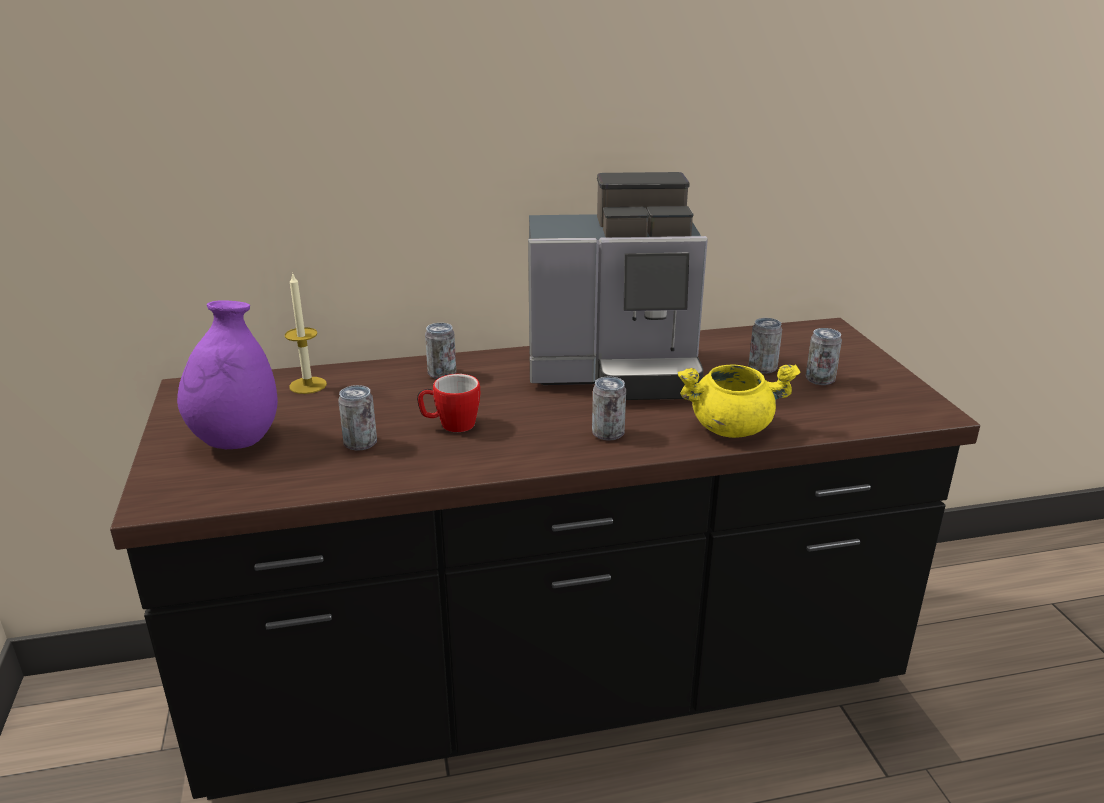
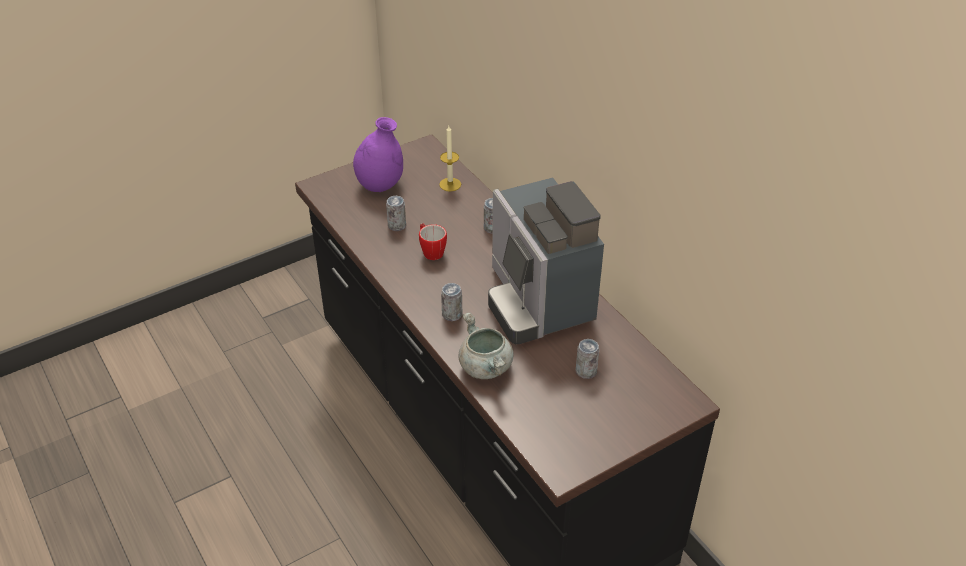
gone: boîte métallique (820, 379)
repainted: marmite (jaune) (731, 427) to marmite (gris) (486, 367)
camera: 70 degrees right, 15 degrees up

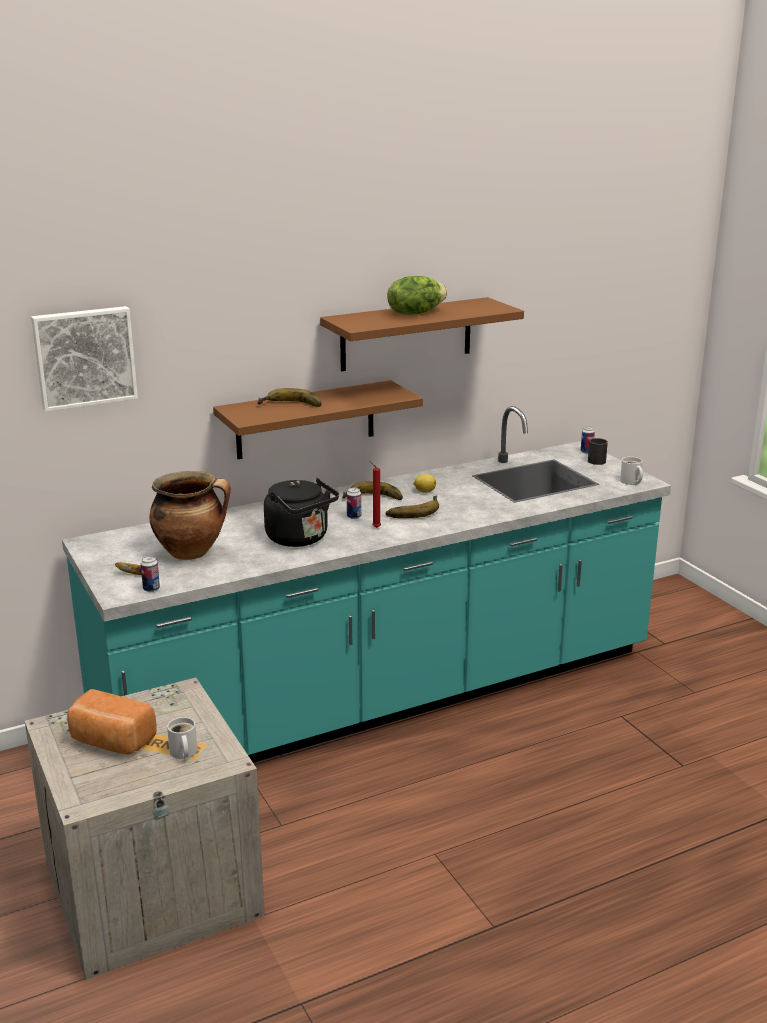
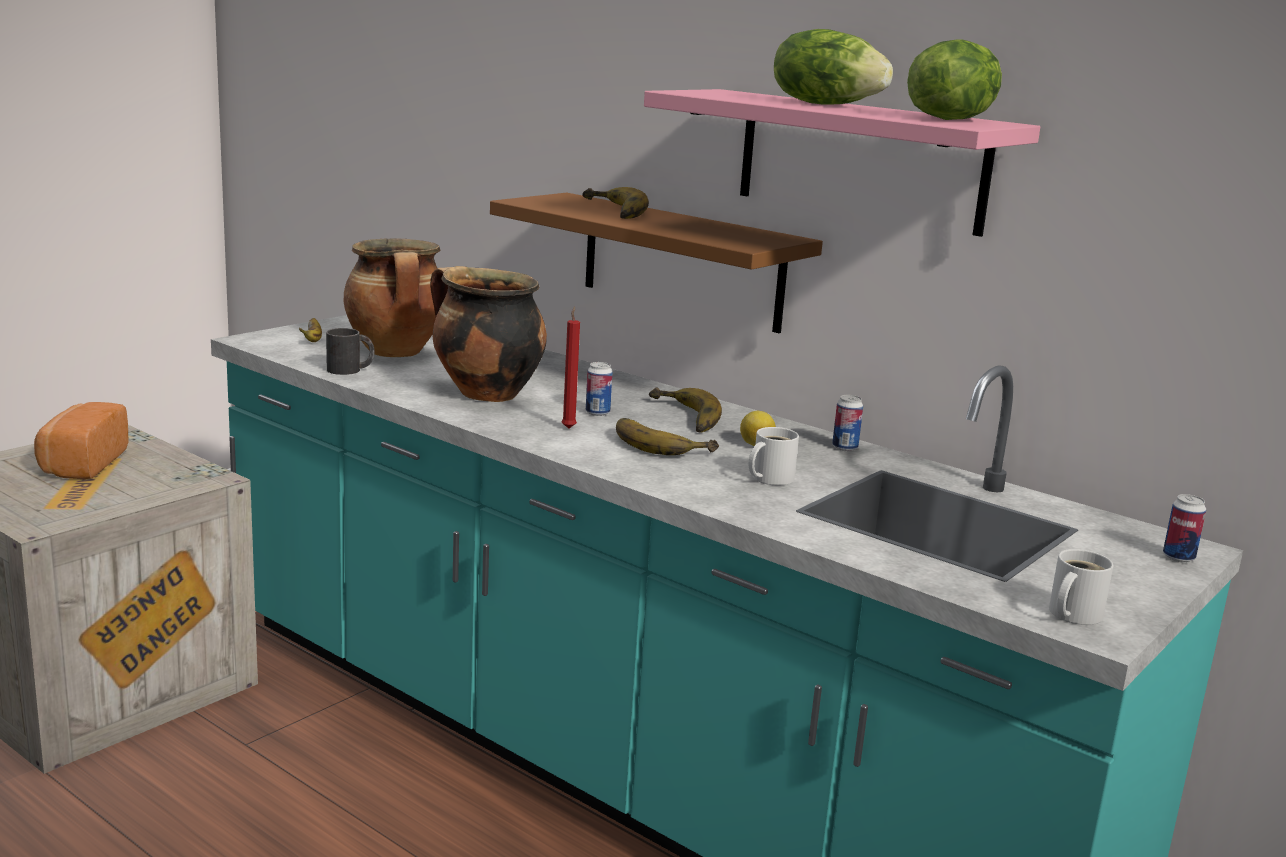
gone: tableau (84, 357)
new: laitue (951, 119)
shifted: mug (noir) (597, 460) to (350, 370); boîte métallique (151, 589) to (844, 448); mug (blanc) (182, 752) to (768, 478)
swapped: bouilloire (noir) (300, 539) to marmite (484, 394)
repainted: étagère (marron) (406, 334) to étagère (rose) (860, 160)
camera: 65 degrees right, 5 degrees down

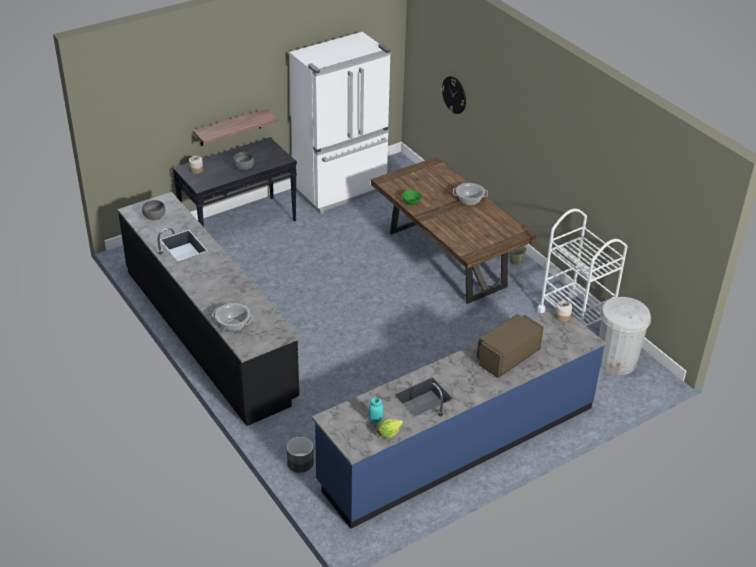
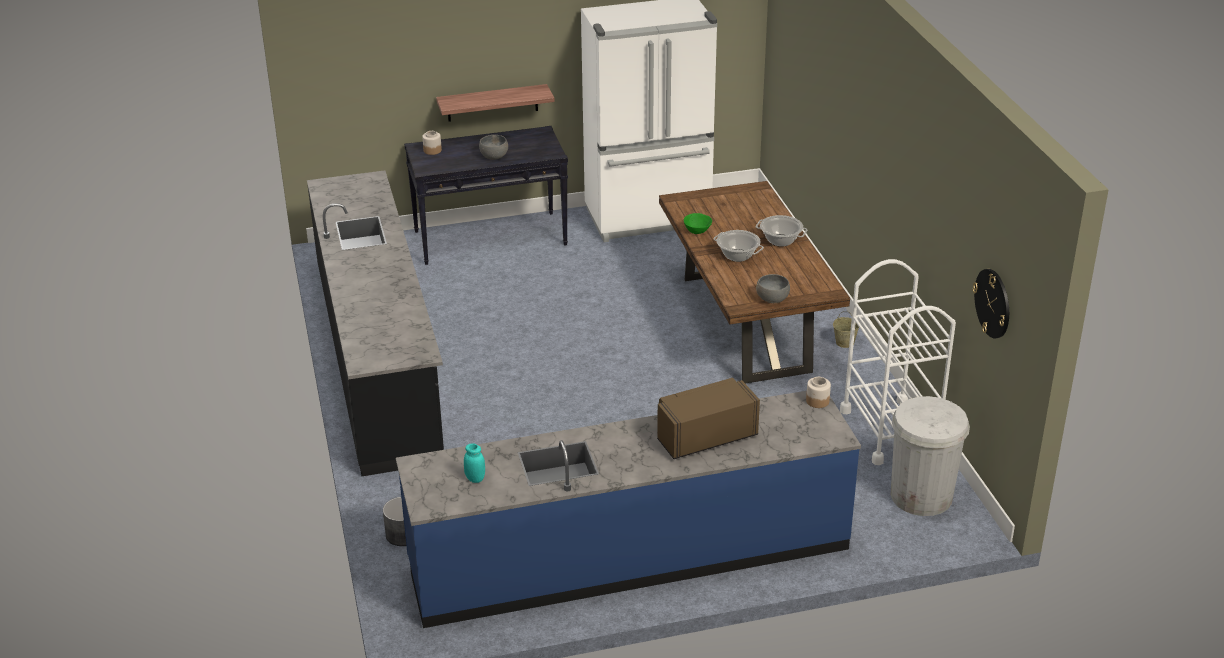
gone: laitue (388, 433)
shifted: horloge murale (454, 95) to (993, 303); bol (gris) (154, 217) to (772, 299); marmite (233, 324) to (738, 255)
camera: 20 degrees right, 5 degrees down

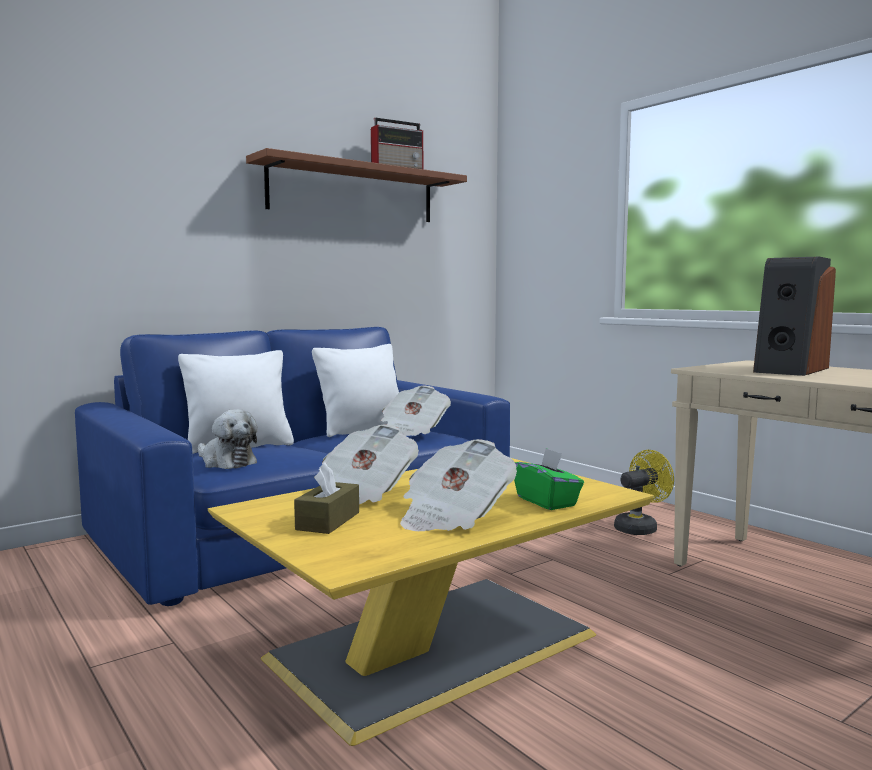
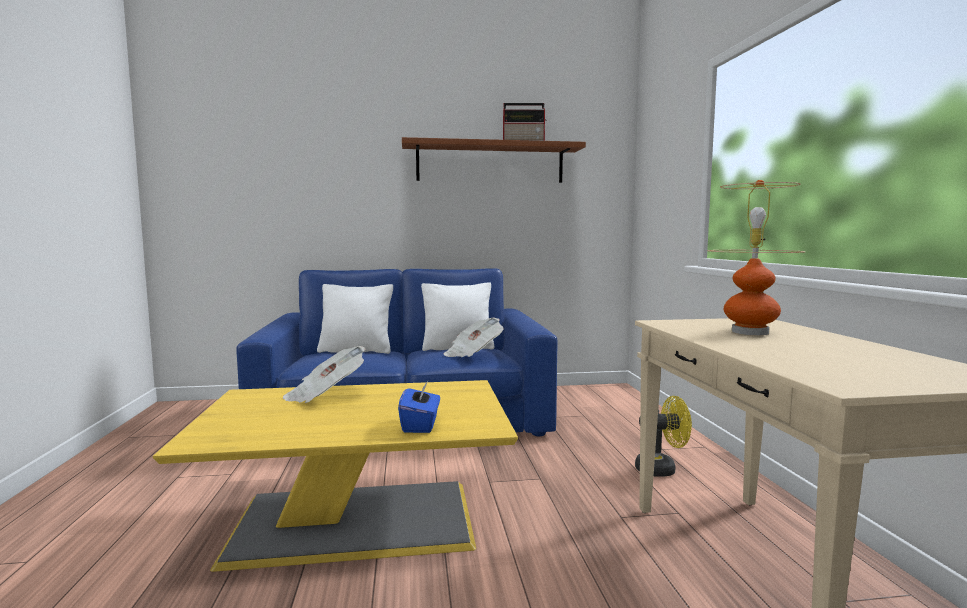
gone: peluche (226, 462); journal (453, 517); boîte à mouchoirs (marron) (328, 521)
swapped: enceinte (789, 370) to lampe de table (750, 332)
repainted: boîte à mouchoirs (vert) (547, 501) to boîte à mouchoirs (bleu) (420, 425)
camera: 30 degrees right, 0 degrees up

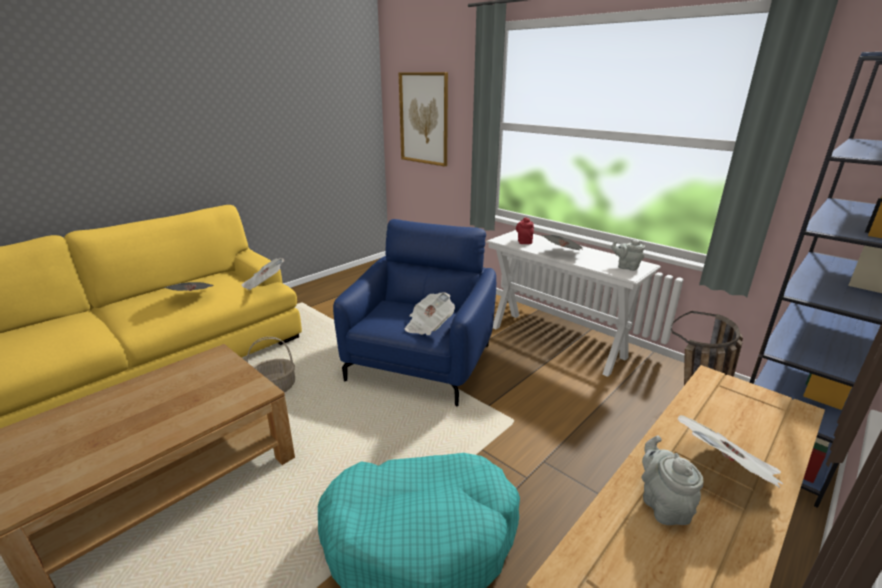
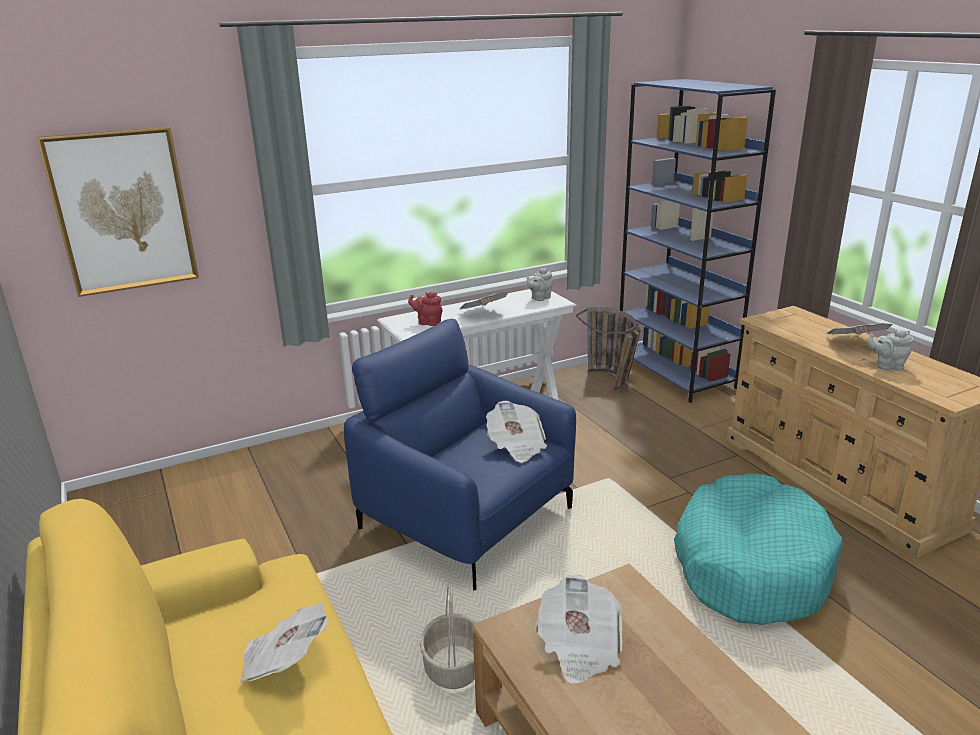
shifted: journal (264, 284) to (579, 647)
camera: 70 degrees left, 0 degrees up

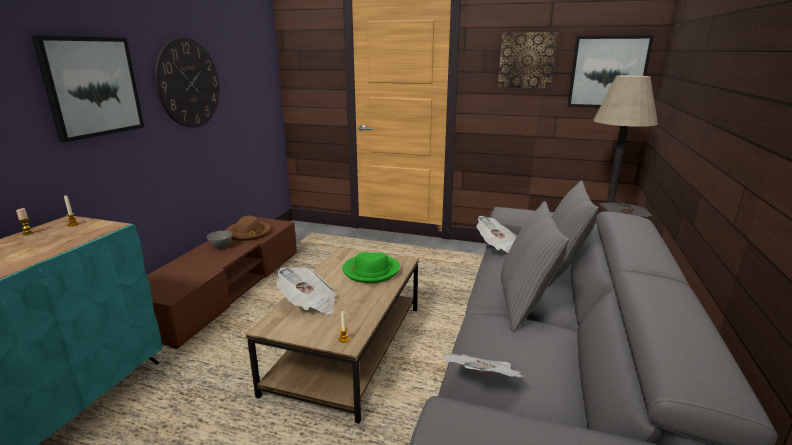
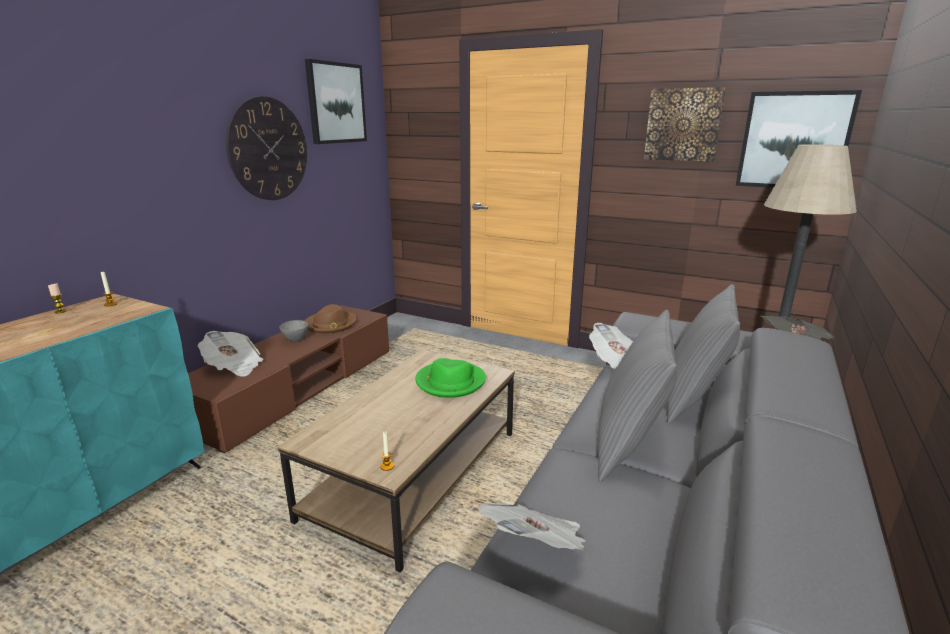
shifted: tableau (92, 87) to (336, 103); journal (309, 304) to (233, 367)
camera: 10 degrees right, 0 degrees up

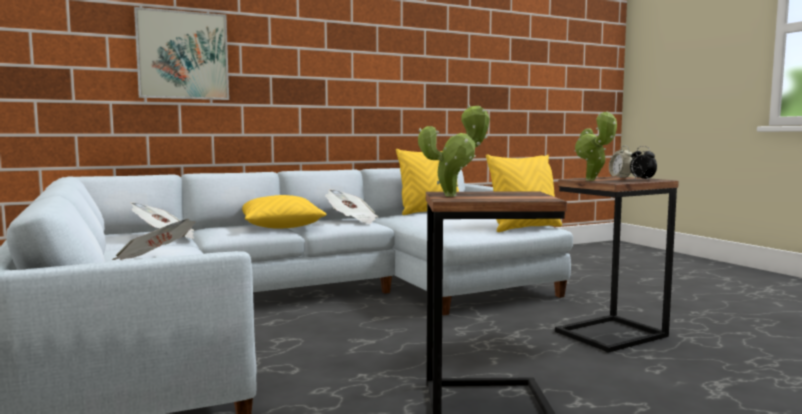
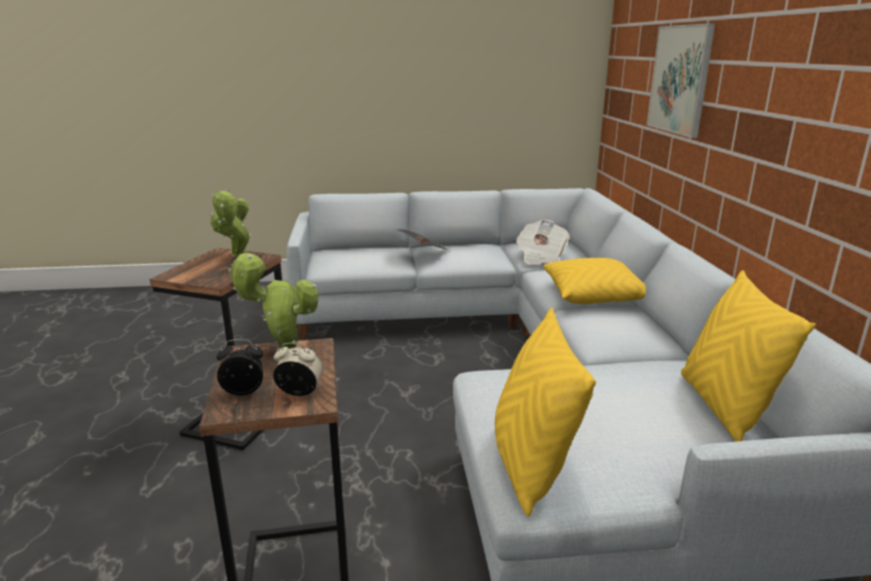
gone: journal (352, 221)
camera: 110 degrees right, 15 degrees up

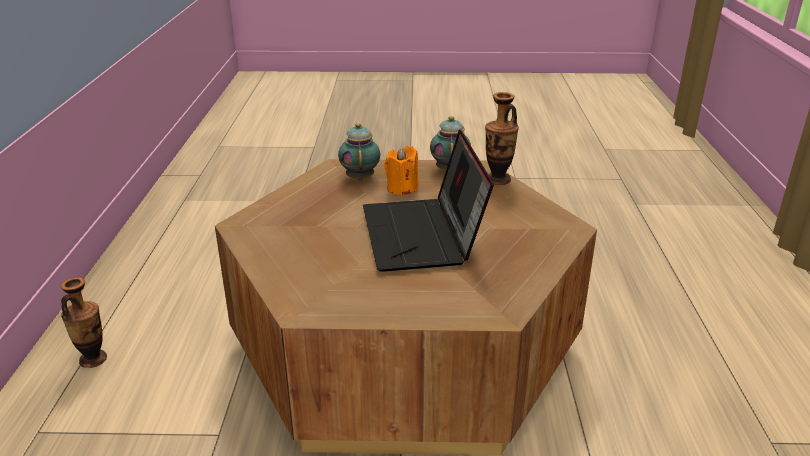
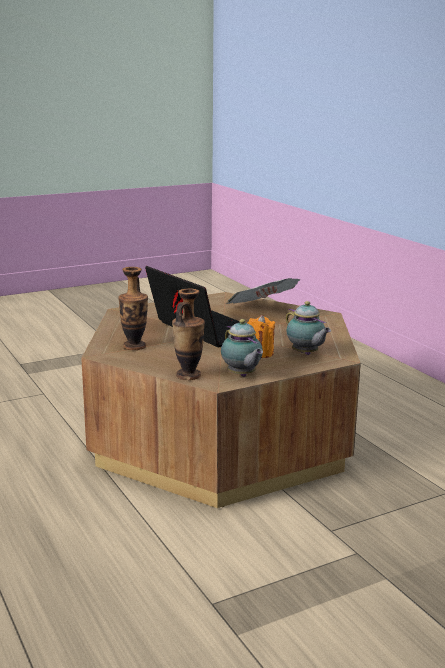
new: journal (261, 311)
shifted: vase (93, 359) to (134, 346)
camera: 150 degrees right, 10 degrees down

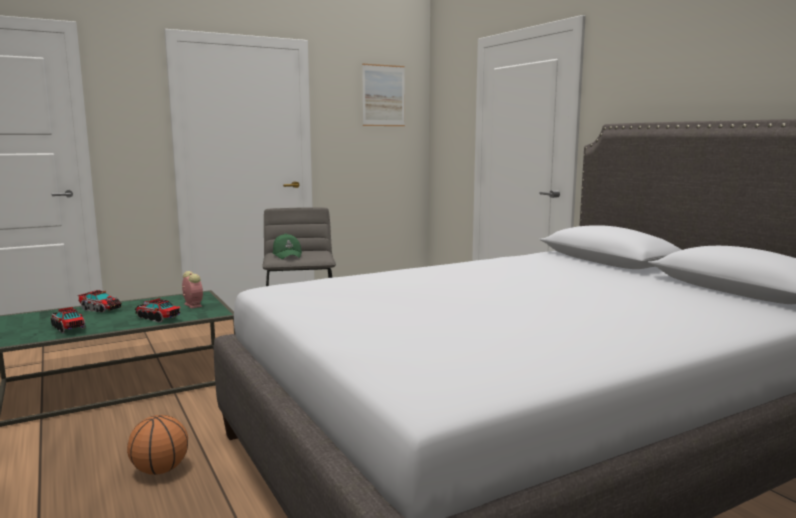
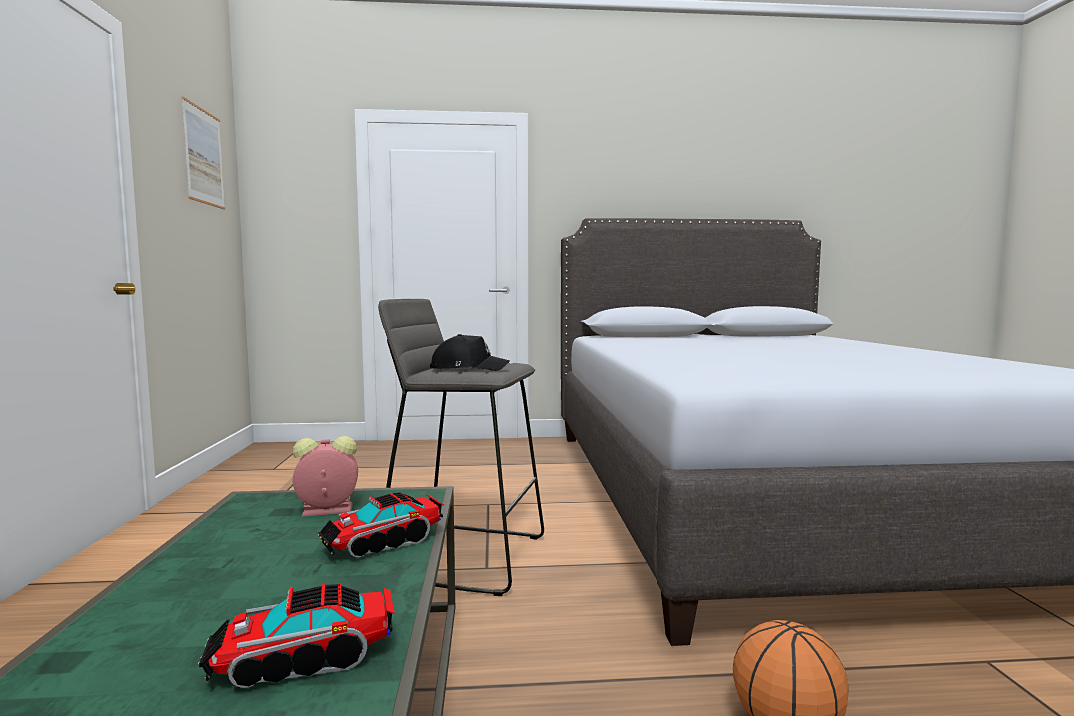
gone: camion jouet (100, 309)
repainted: casquette (vert) (287, 255) to casquette (noir) (468, 368)
camera: 65 degrees left, 5 degrees down

